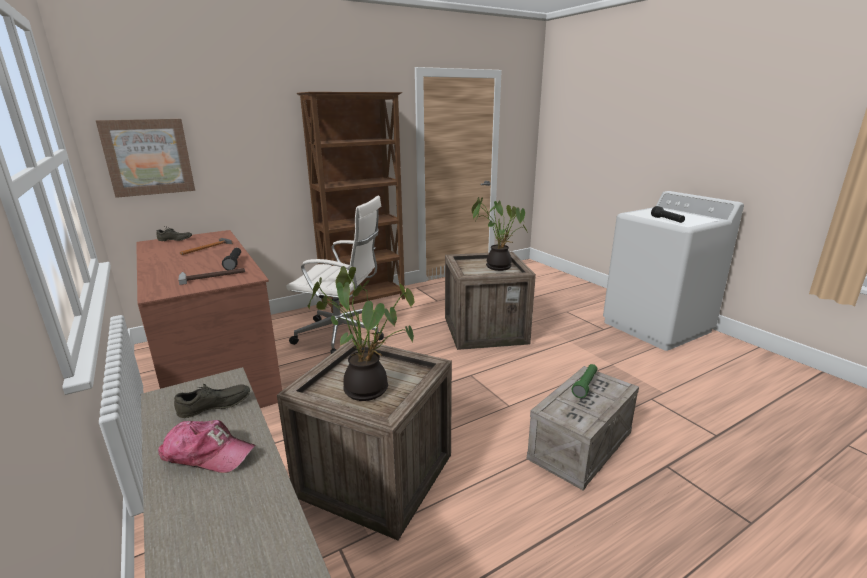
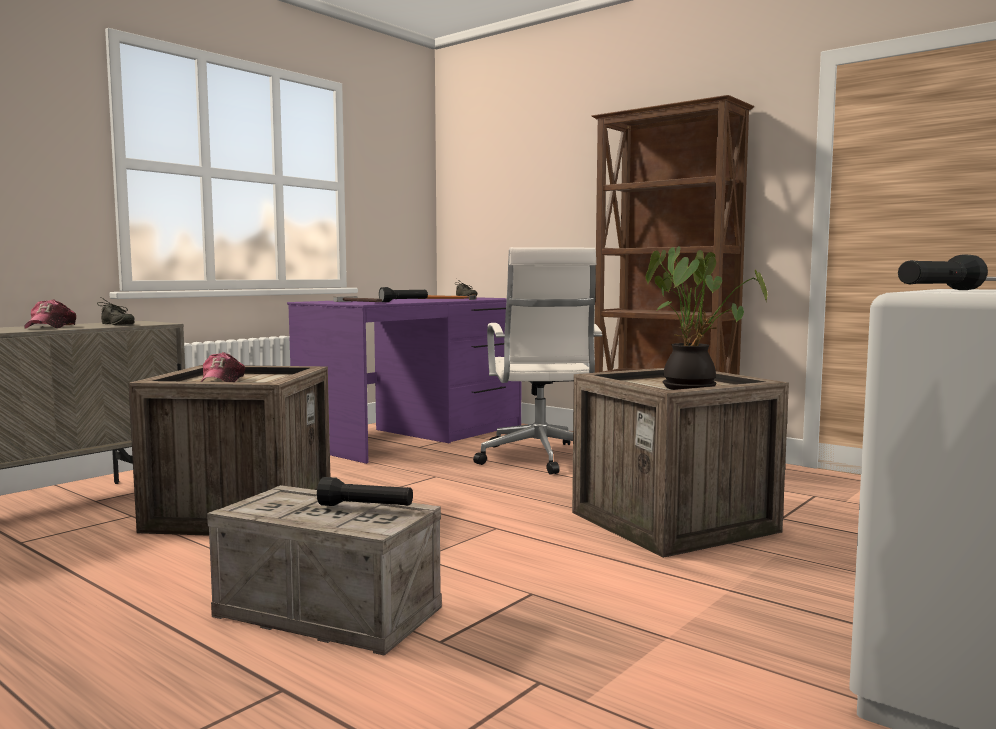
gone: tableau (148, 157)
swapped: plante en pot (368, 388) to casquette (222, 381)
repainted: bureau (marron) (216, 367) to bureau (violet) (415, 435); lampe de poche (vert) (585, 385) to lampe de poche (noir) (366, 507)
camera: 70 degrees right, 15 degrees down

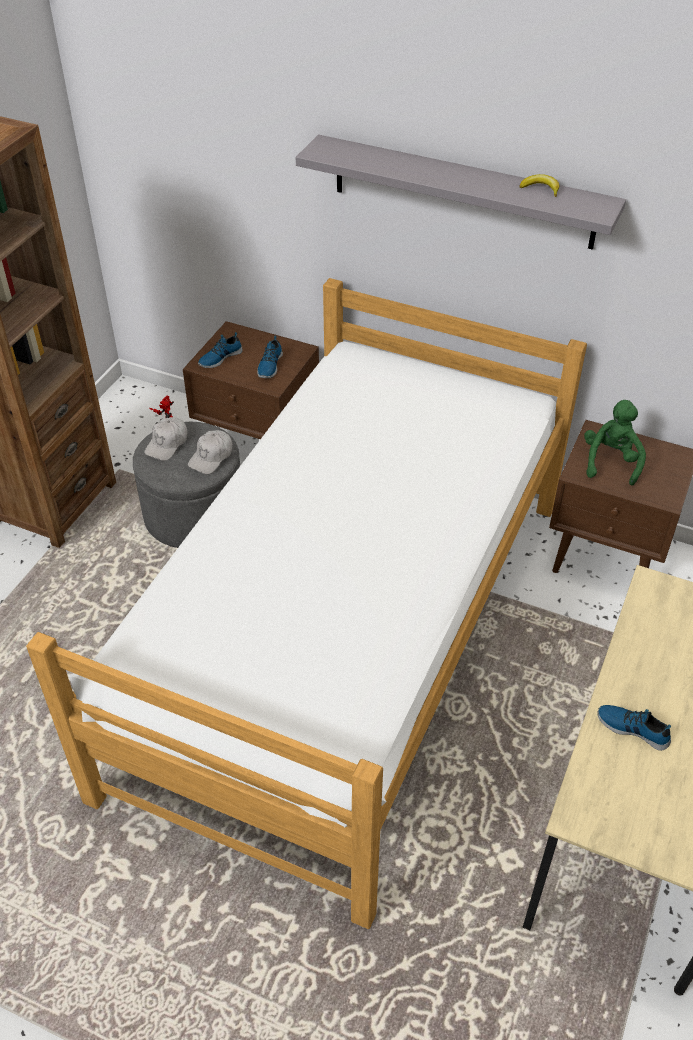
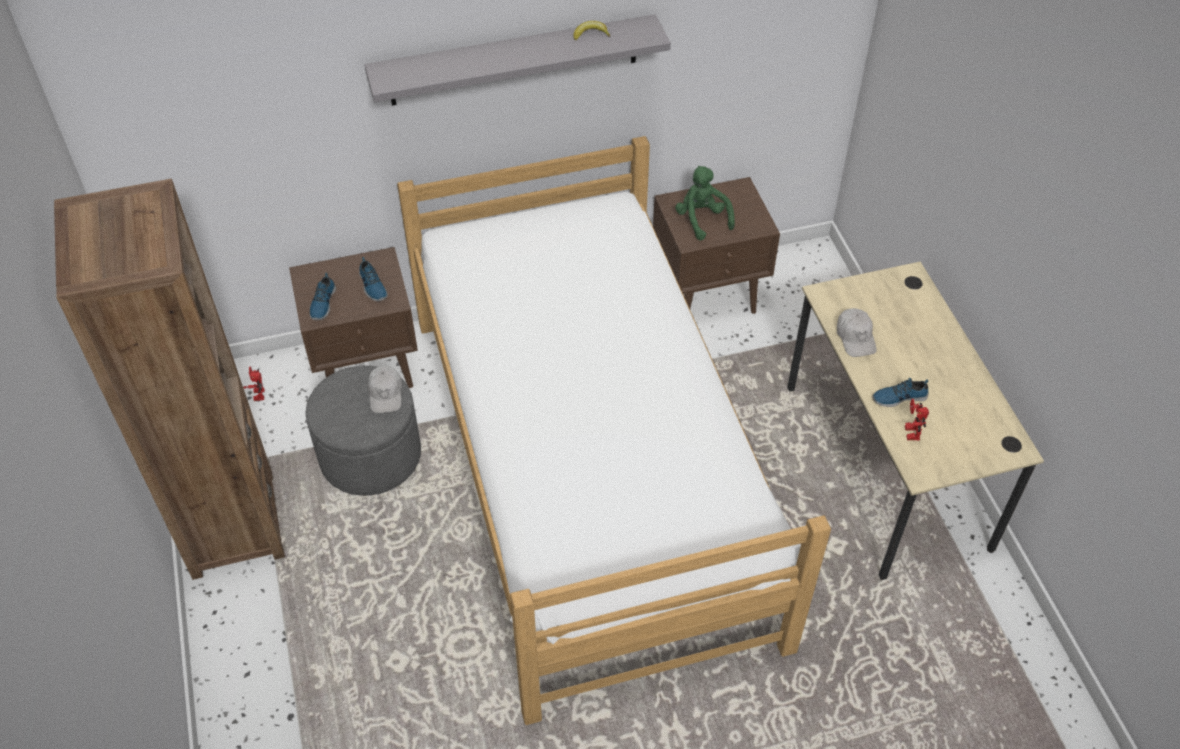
new: robot jouet (909, 431)
shifted: casquette (blanc) (167, 444) to (855, 337)
camera: 40 degrees left, 5 degrees up

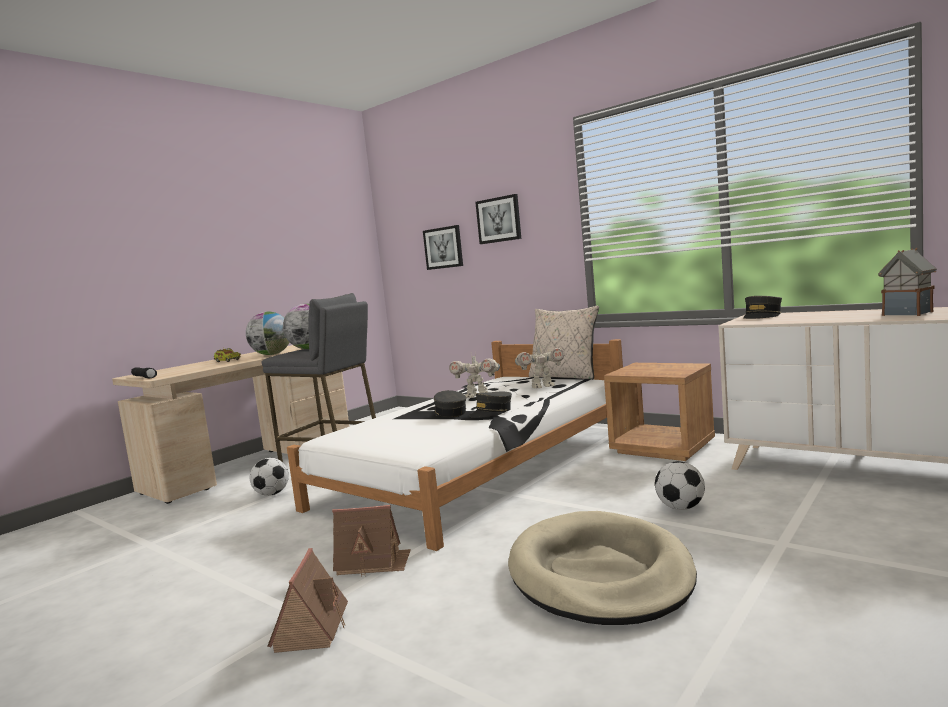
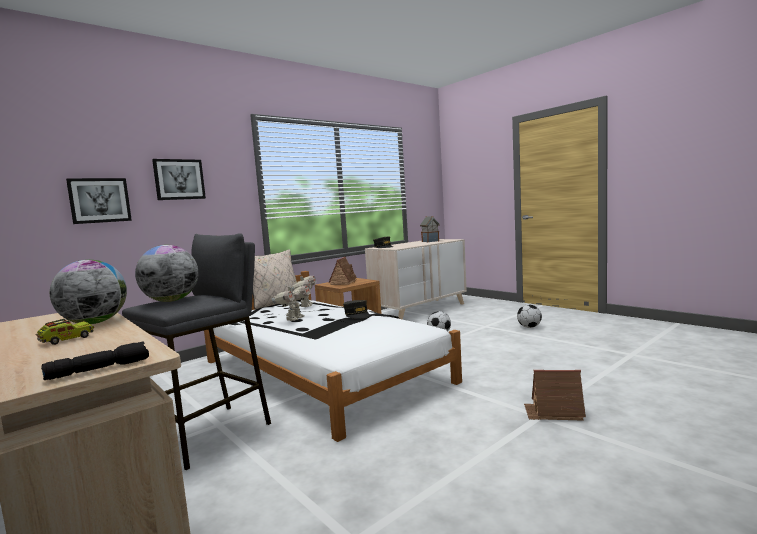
gone: casquette (gris) (449, 413); panier pour chien (beige) (599, 574)
shifted: ballon de foot (272, 494) to (529, 327); maison miniature (373, 562) to (343, 282)
camera: 80 degrees left, 0 degrees up

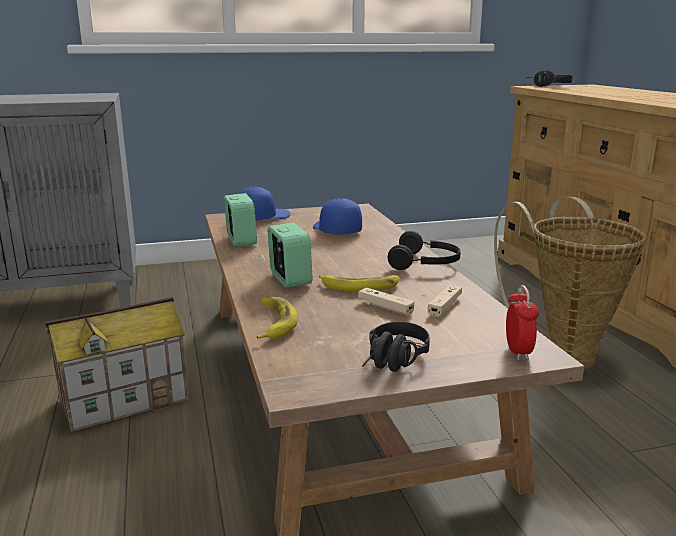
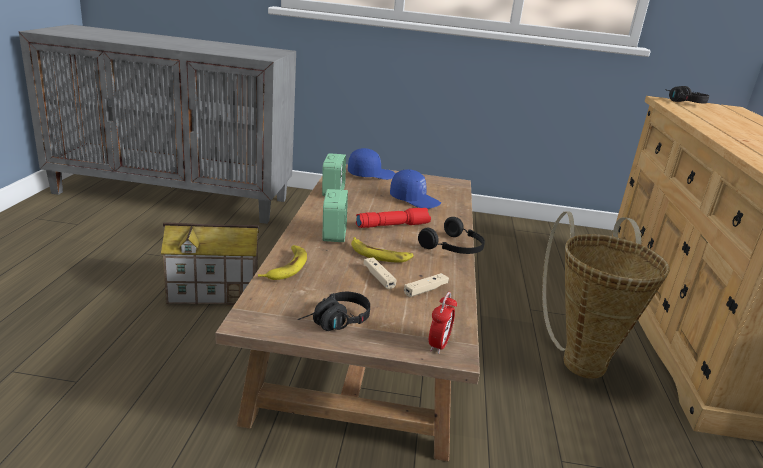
new: lampe de poche (rouge) (393, 225)
rotated: casquette (bleu) (335, 230) = (414, 200) 120 degrees clockwise
camera: 20 degrees right, 5 degrees up

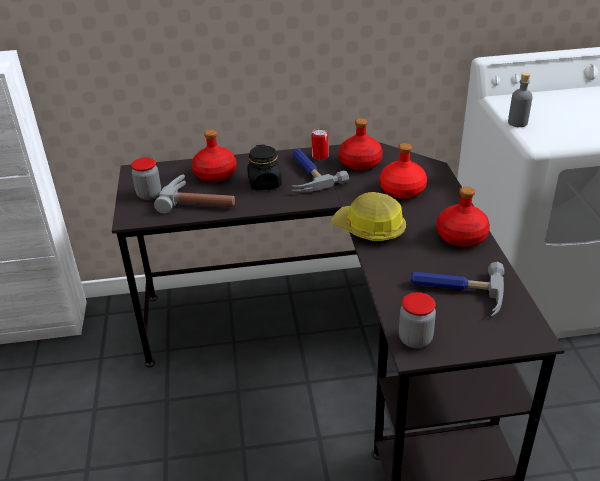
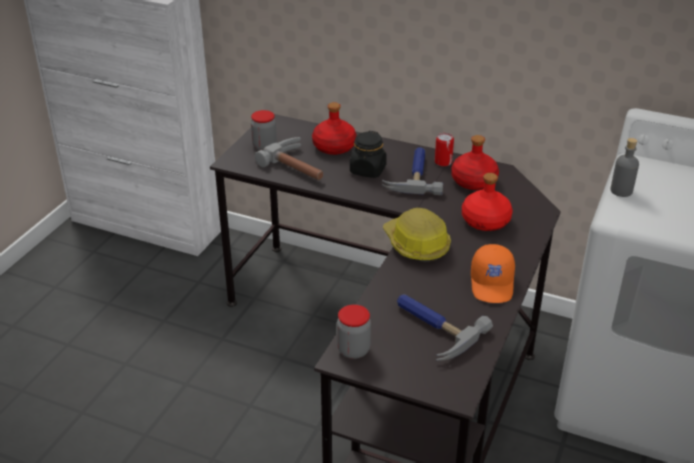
swapped: bouteille (rouge) (461, 236) to casquette (orange) (493, 284)
camera: 30 degrees right, 0 degrees up

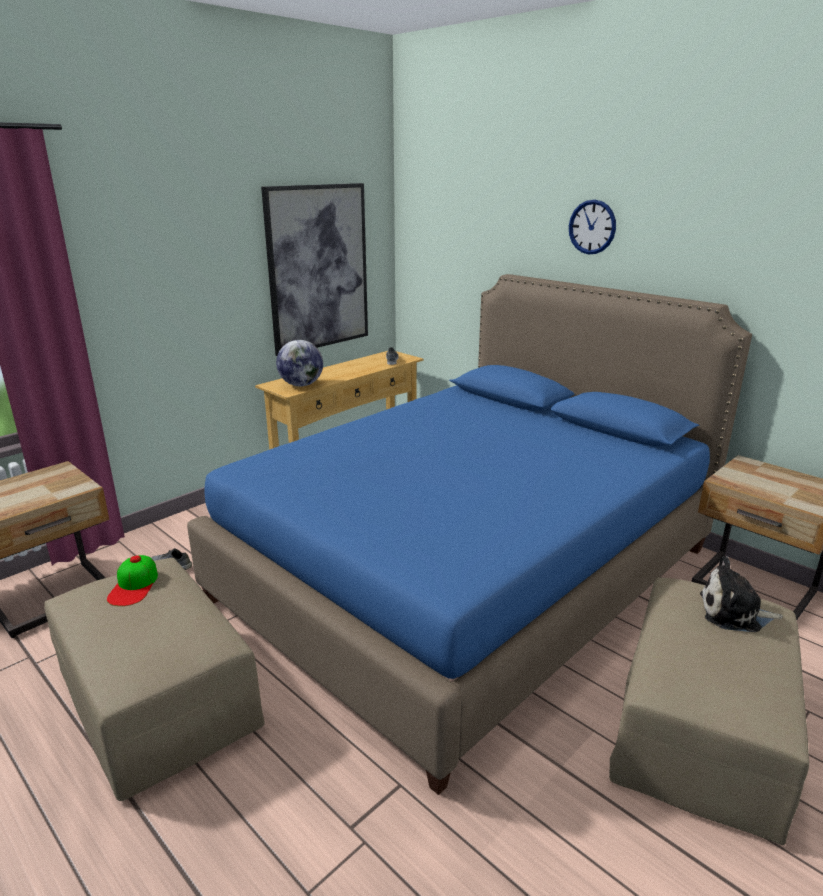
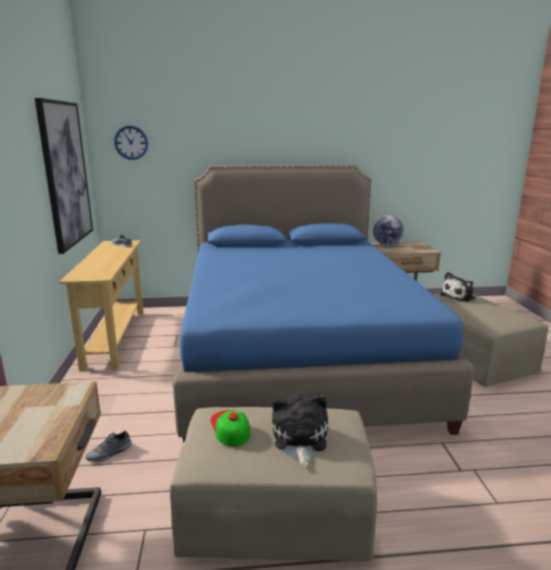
new: peluche (299, 439)
shifted: horloge murale (592, 227) to (131, 142); globe (301, 385) to (386, 245)
rotated: casquette (134, 585) = (230, 427) 150 degrees counterclockwise
camera: 50 degrees left, 5 degrees down

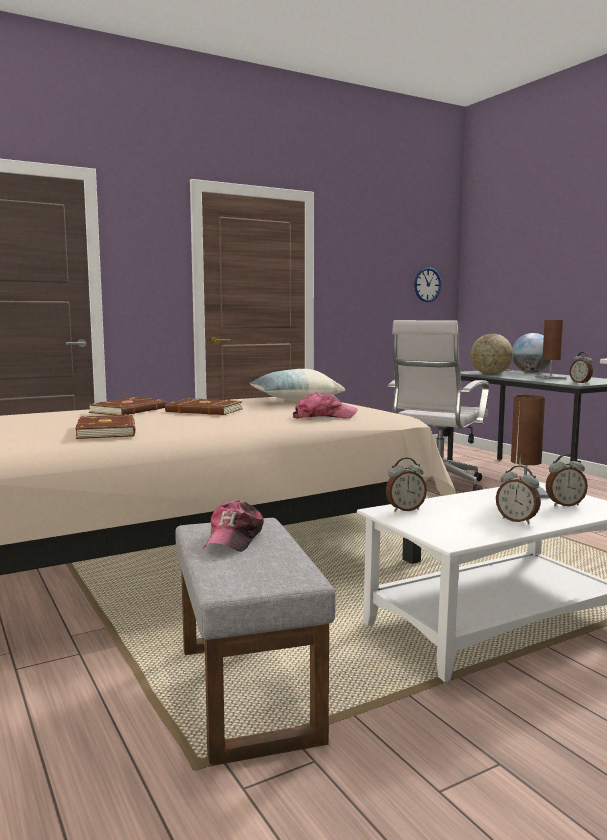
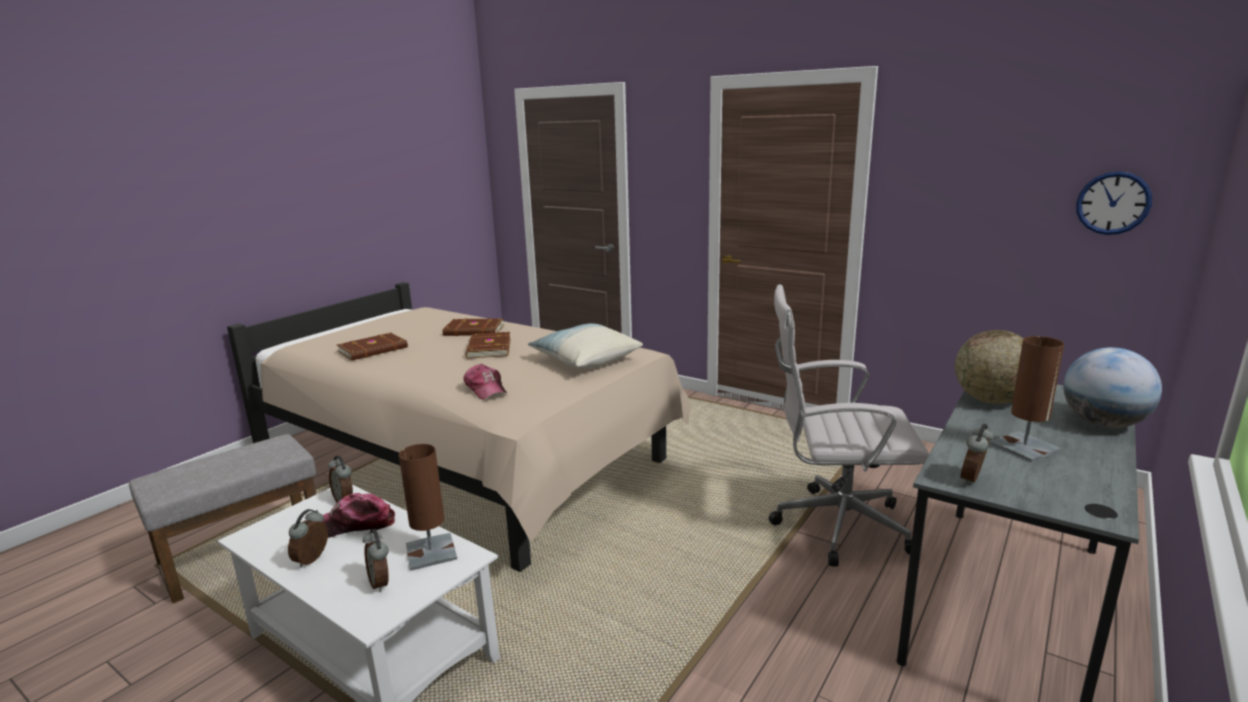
shifted: casquette (234, 539) to (354, 525)
camera: 65 degrees right, 10 degrees up

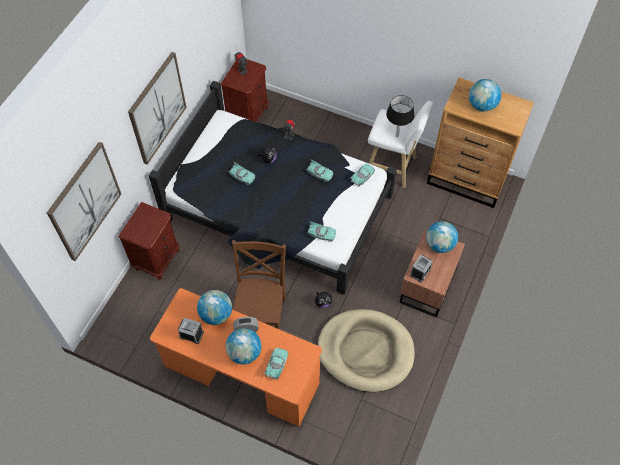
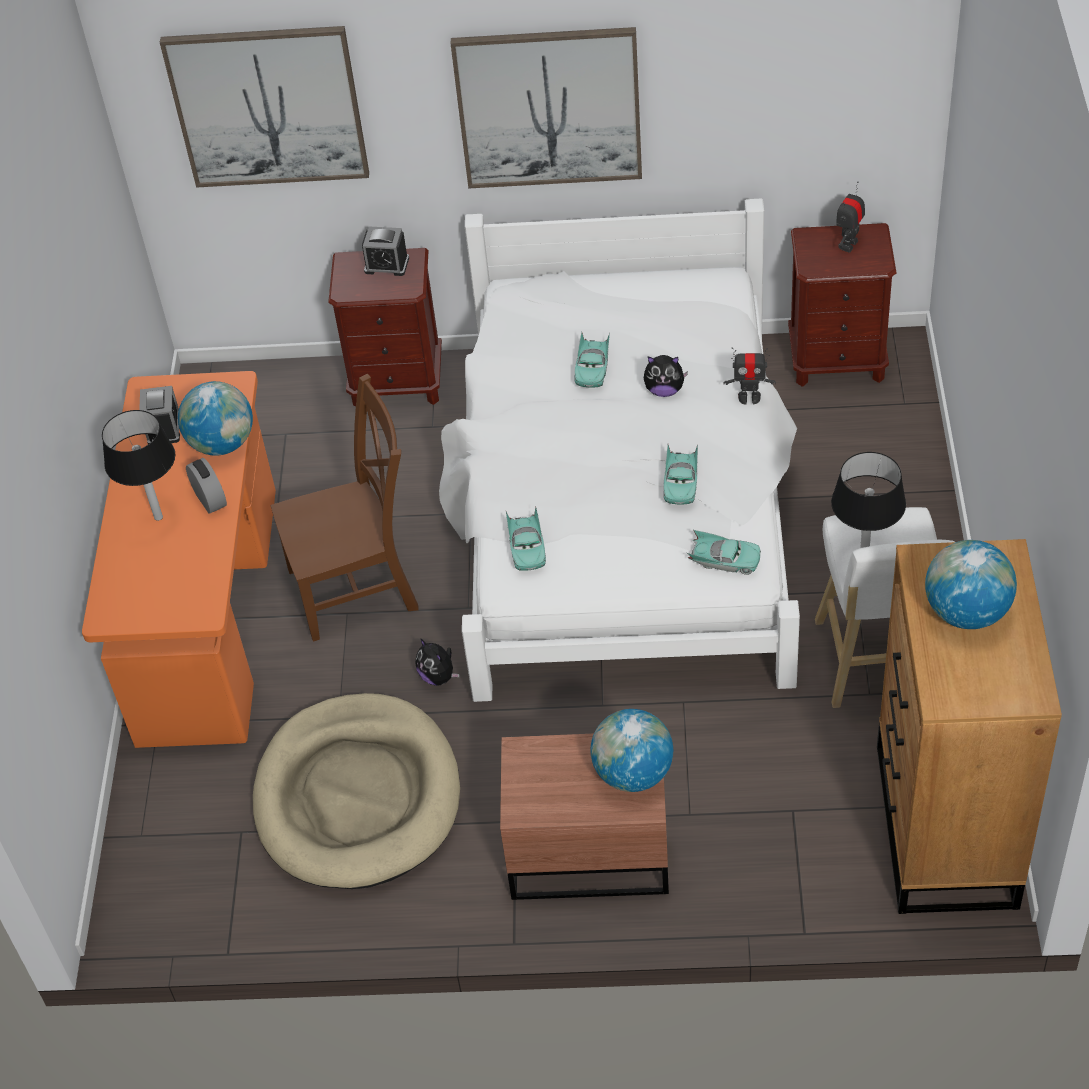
gone: petite voiture (turquoise) (277, 365)
shifted: réveil (420, 272) to (386, 265)
swapped: globe (244, 353) to lampe de table (noir) (158, 517)
repainted: lit (noir) (278, 210) to lit (blanc) (625, 511)
camera: 70 degrees right, 10 degrees down

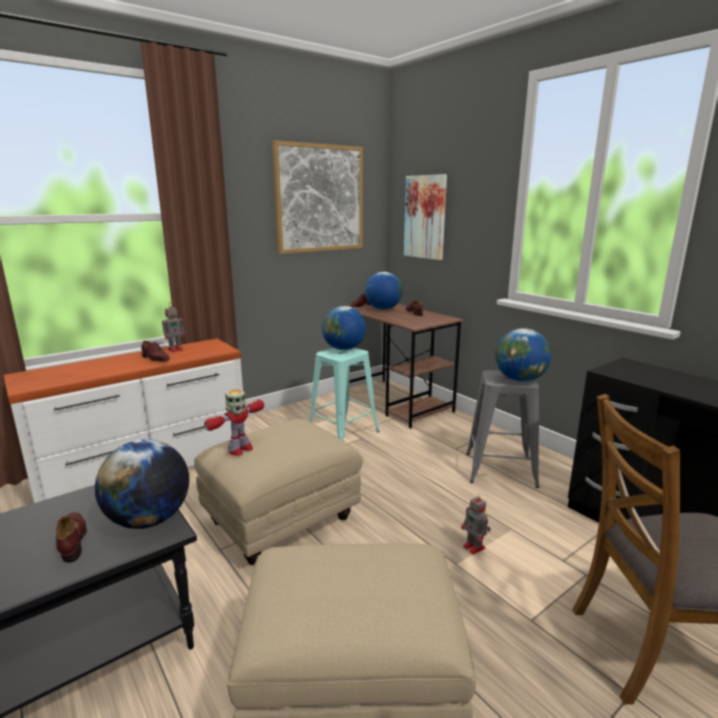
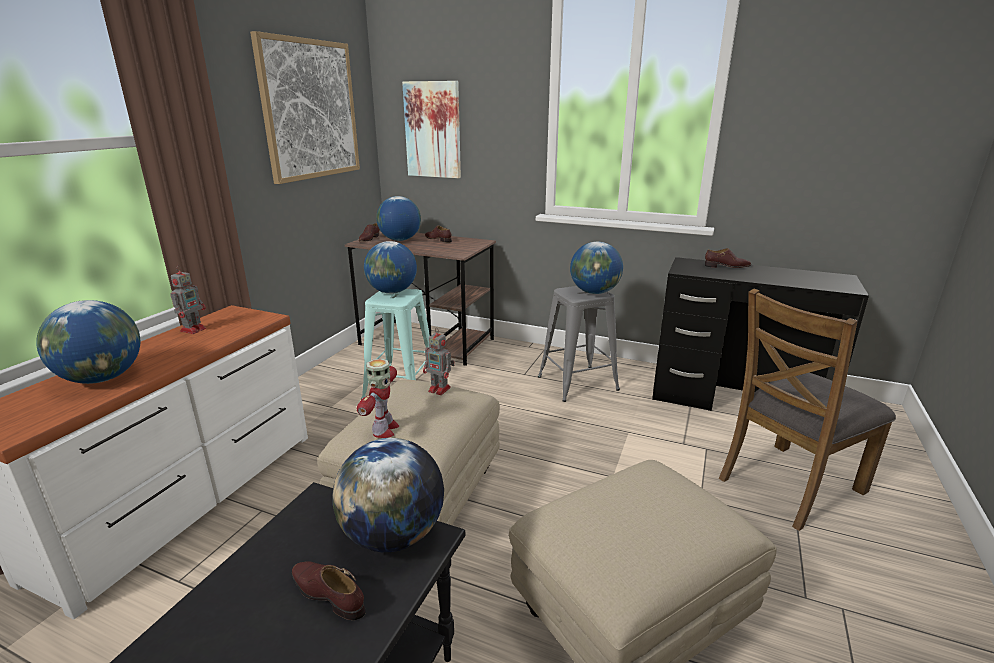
new: globe (102, 378)
shifted: chaussure (marron) (155, 359) to (727, 266); robot jouet (475, 548) to (440, 389)
camera: 30 degrees left, 5 degrees up

